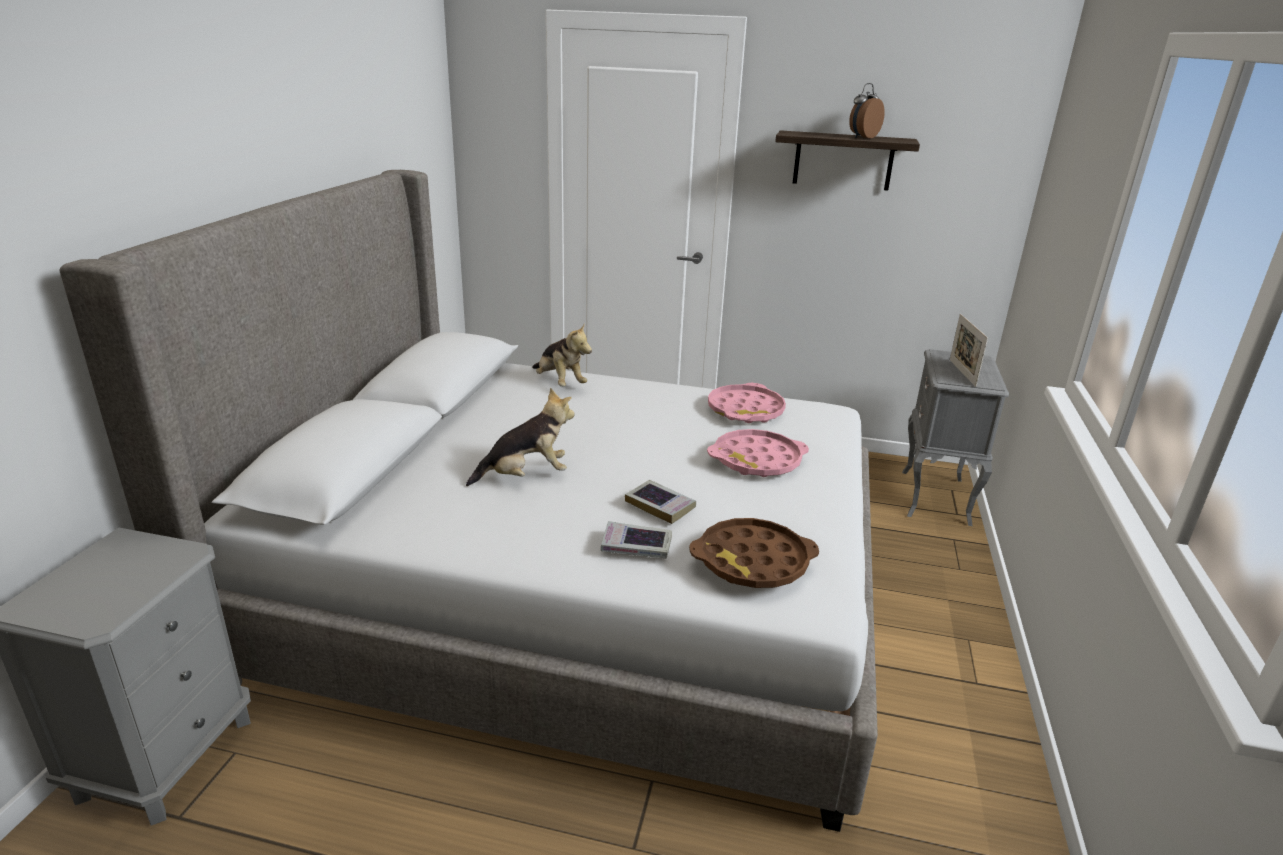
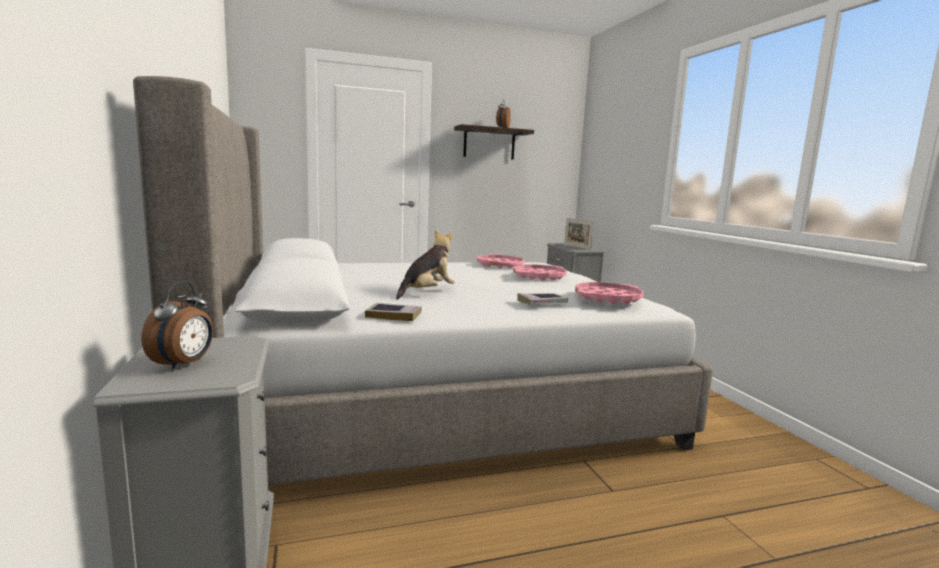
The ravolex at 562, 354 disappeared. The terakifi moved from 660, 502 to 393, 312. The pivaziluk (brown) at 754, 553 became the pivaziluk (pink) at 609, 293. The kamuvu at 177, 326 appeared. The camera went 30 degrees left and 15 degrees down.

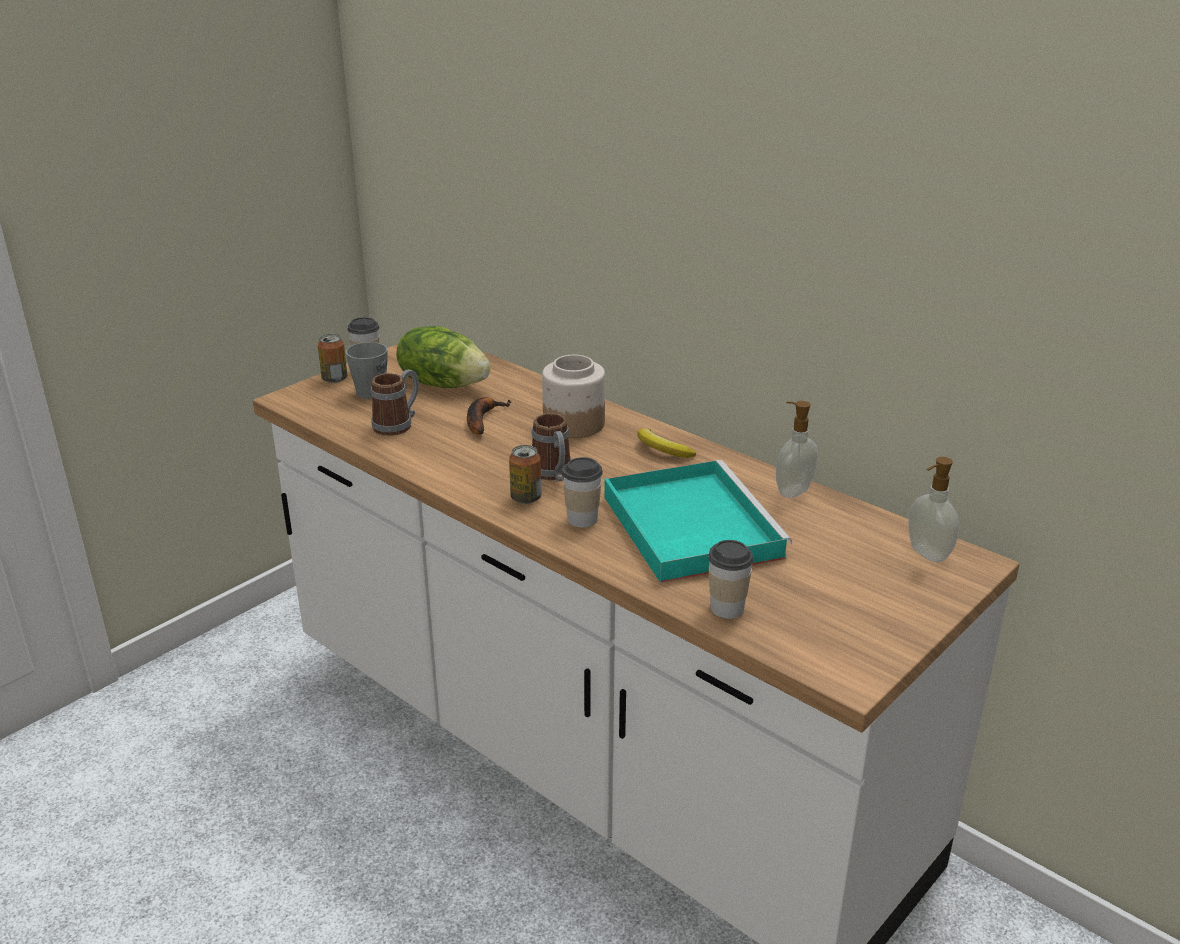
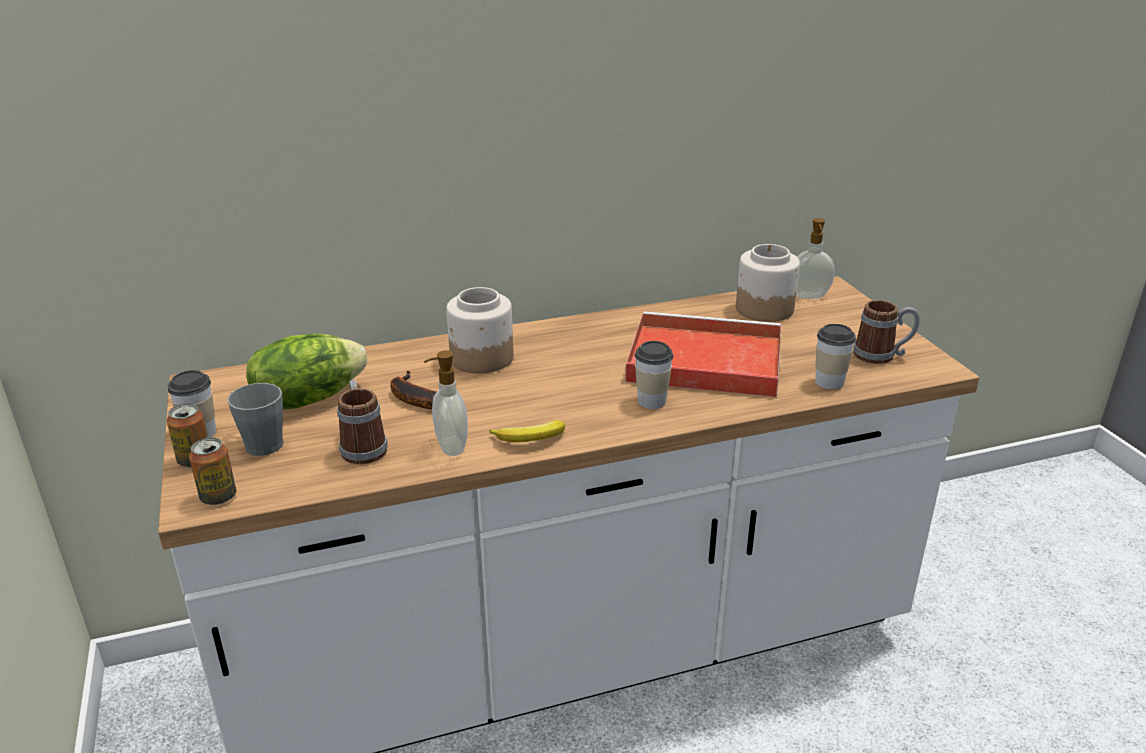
The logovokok moved from 525, 474 to 212, 471. The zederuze moved from 551, 447 to 886, 332. The pivaziluk (turquoise) at 698, 521 became the pivaziluk (red) at 703, 354. The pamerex moved from 666, 443 to 527, 431. The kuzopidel moved from 797, 449 to 446, 403. The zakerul at 768, 283 appeared. The camera went 60 degrees left and 0 degrees up.

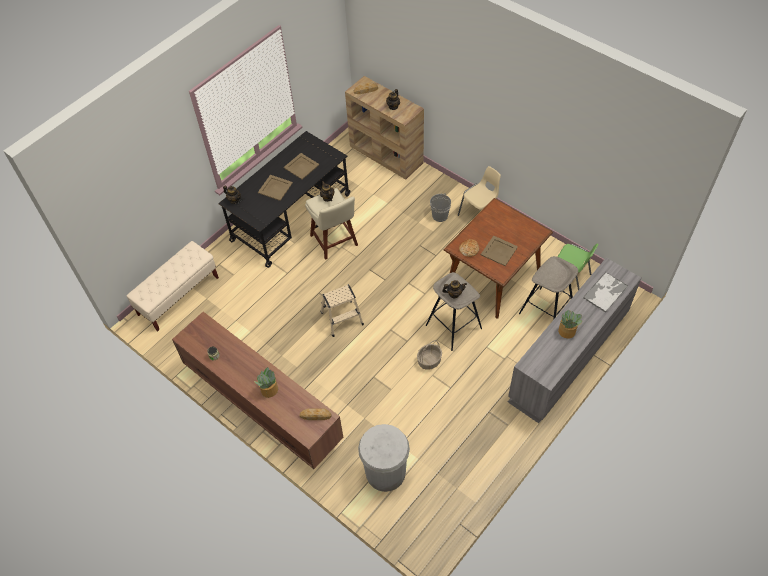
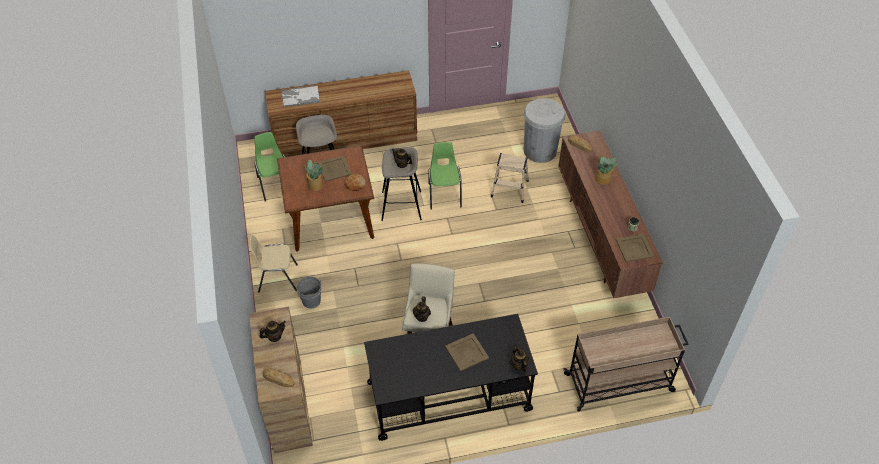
The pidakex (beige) at 173, 286 was replaced by the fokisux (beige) at 625, 364. The pivaziluk (beige) moved from 301, 166 to 635, 248. The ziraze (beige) moved from 342, 310 to 510, 178. The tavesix at 429, 355 was replaced by the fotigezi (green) at 445, 176. The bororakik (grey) at 574, 340 became the bororakik (brown) at 341, 113. The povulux moved from 570, 324 to 313, 175. The camera went 145 degrees left and 5 degrees down.

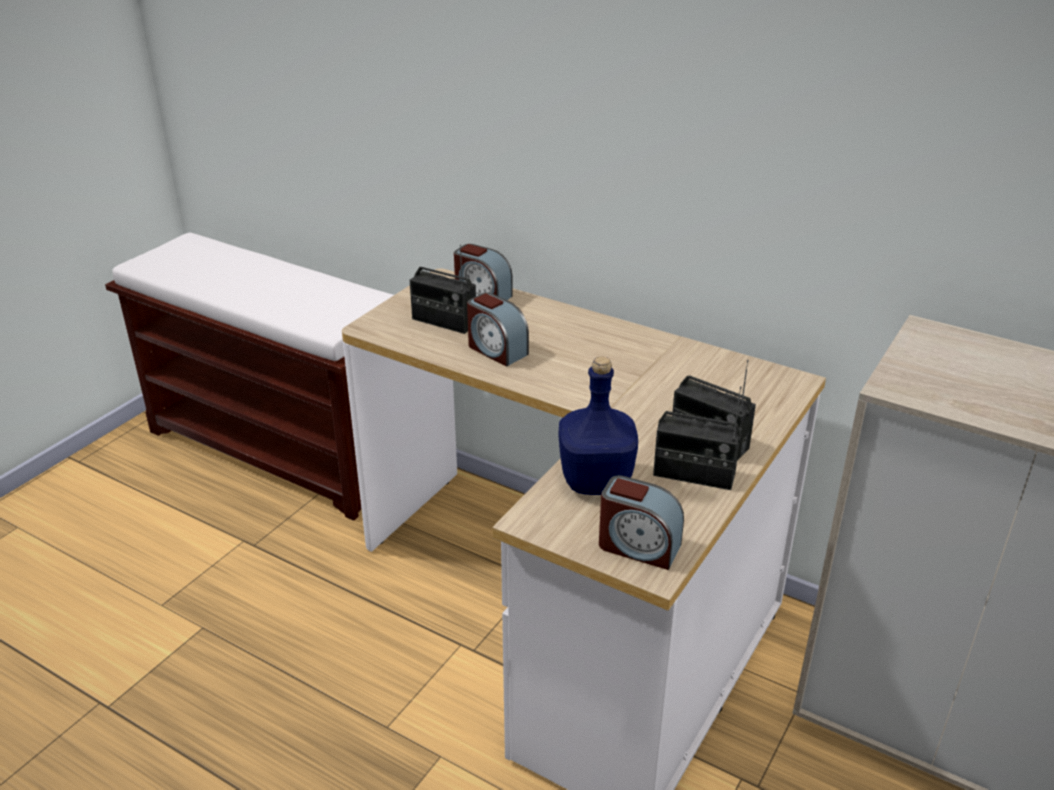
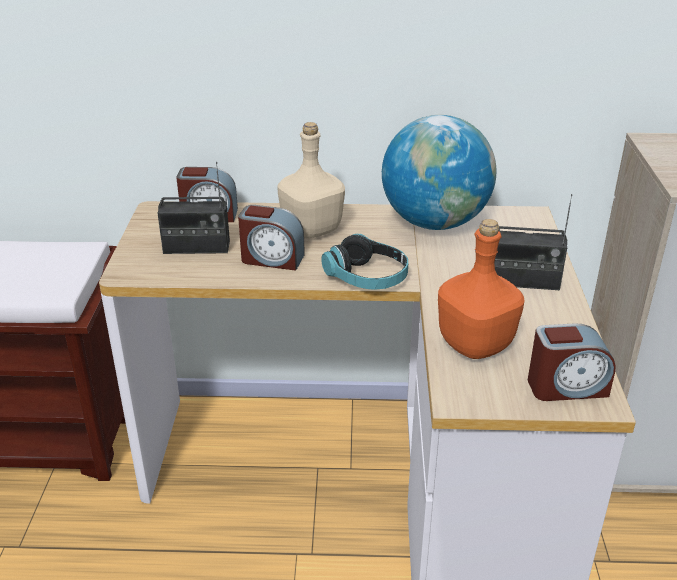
The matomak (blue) at 598, 425 became the matomak (orange) at 481, 289. The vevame at 697, 438 disappeared. The matomak (beige) at 311, 180 appeared. The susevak at 364, 262 appeared. The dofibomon at 439, 172 appeared. The camera went 30 degrees left and 0 degrees up.

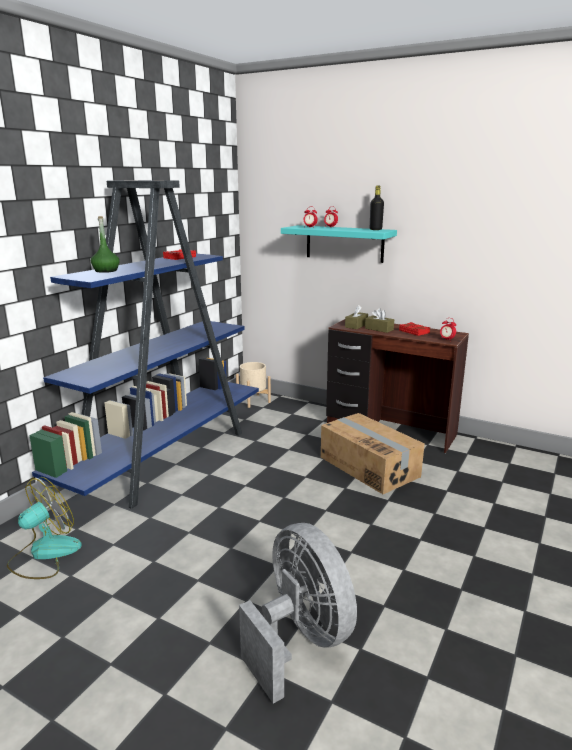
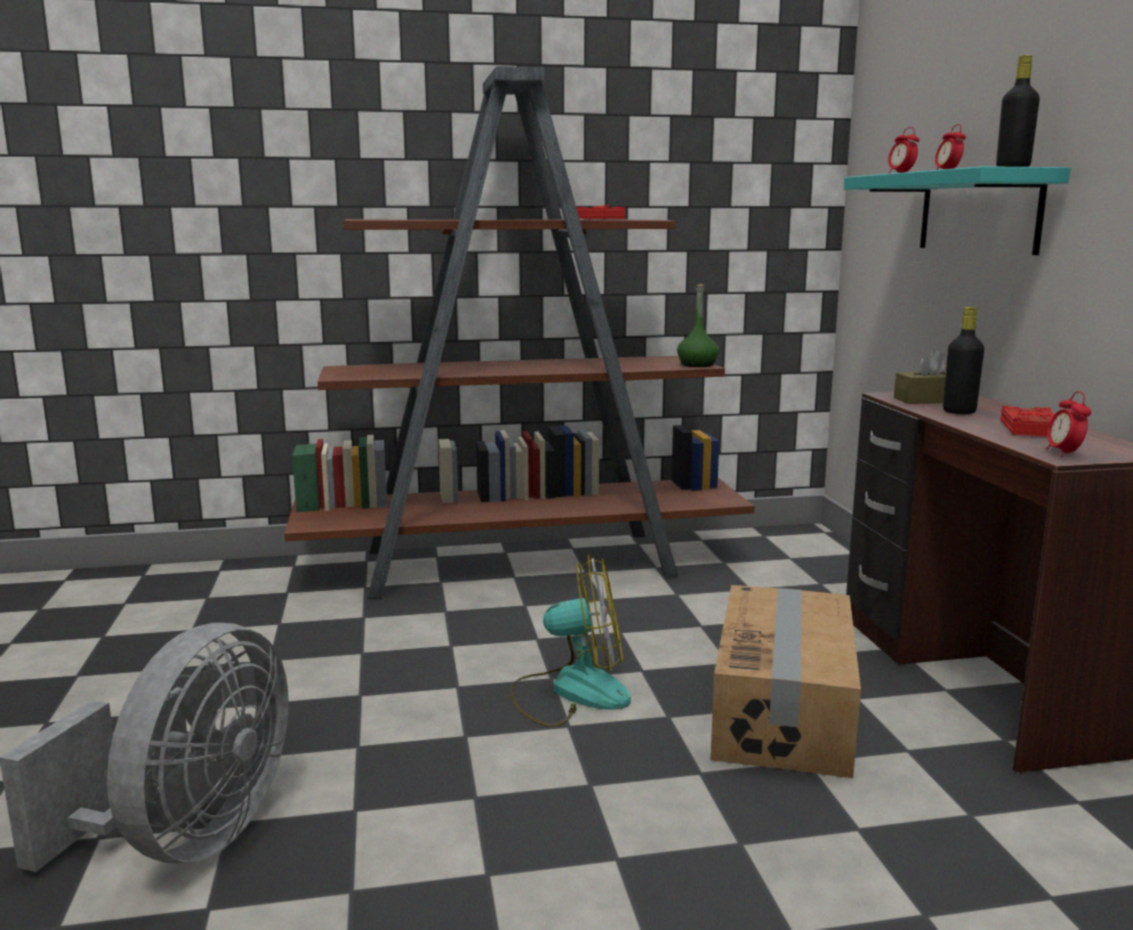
The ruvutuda moved from 44, 528 to 571, 640. The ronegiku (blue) at 144, 344 became the ronegiku (brown) at 520, 332. The matomak (green) moved from 105, 244 to 698, 325. The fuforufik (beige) at 253, 385 disappeared. The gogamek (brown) at 379, 320 was replaced by the matomak (black) at 963, 360. The camera went 50 degrees right and 5 degrees down.

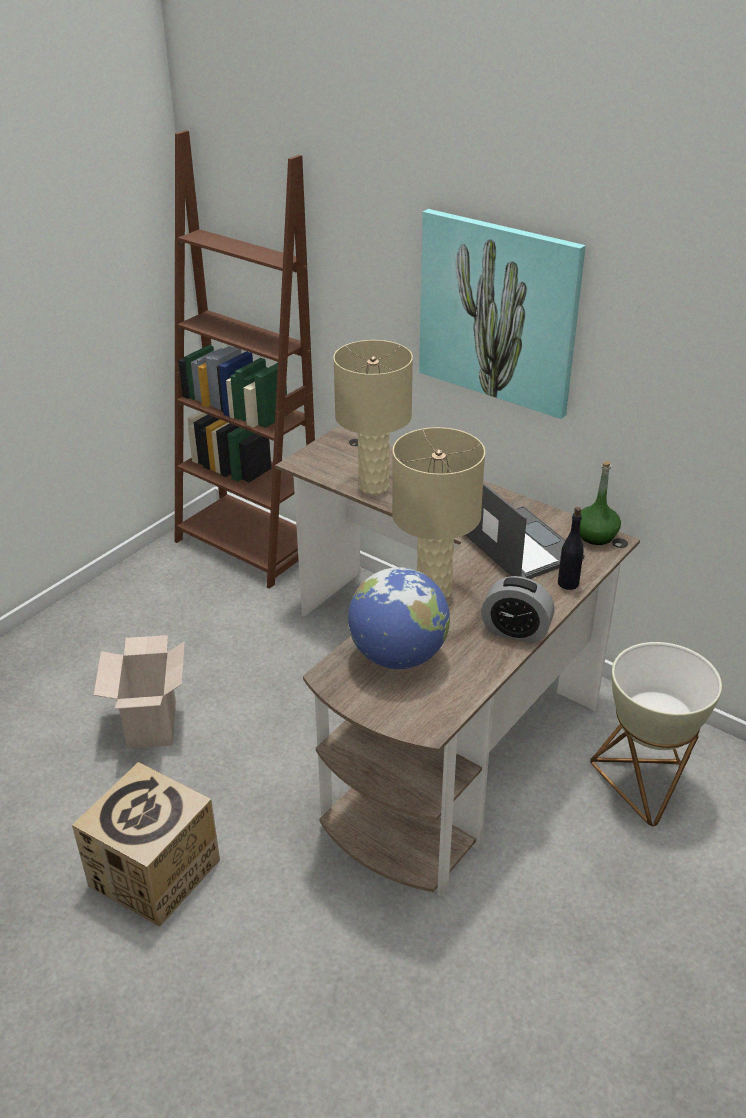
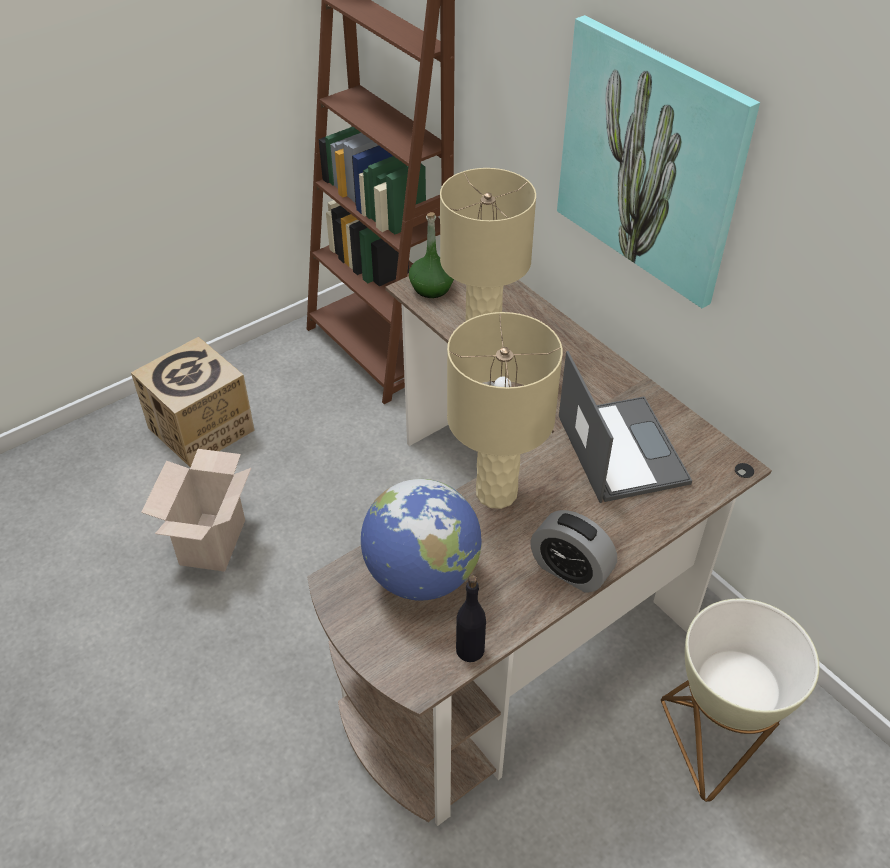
The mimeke moved from 146, 844 to 192, 402. The matomak (black) moved from 571, 548 to 471, 618. The matomak (green) moved from 600, 503 to 431, 255. The camera went 15 degrees right and 10 degrees up.

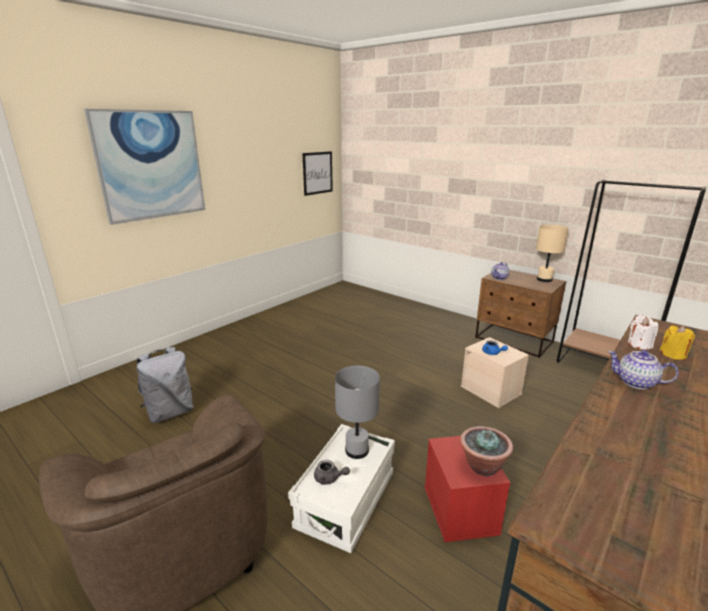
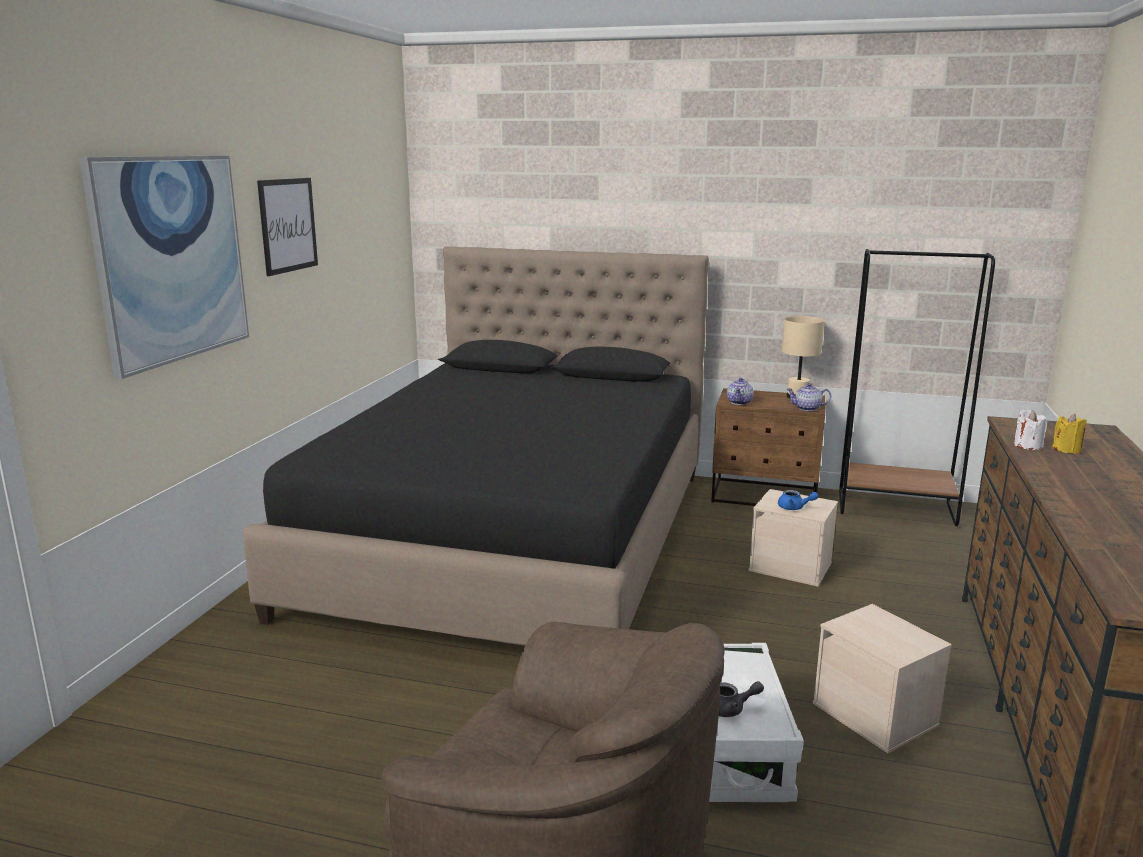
The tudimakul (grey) at 165, 385 disappeared. The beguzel moved from 317, 173 to 287, 227. The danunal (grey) at 357, 412 disappeared. The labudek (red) at 467, 489 became the labudek (beige) at 882, 678. The povulux at 486, 451 disappeared. The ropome moved from 643, 369 to 809, 397. The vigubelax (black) at 476, 446 appeared. The camera went 25 degrees left and 5 degrees down.

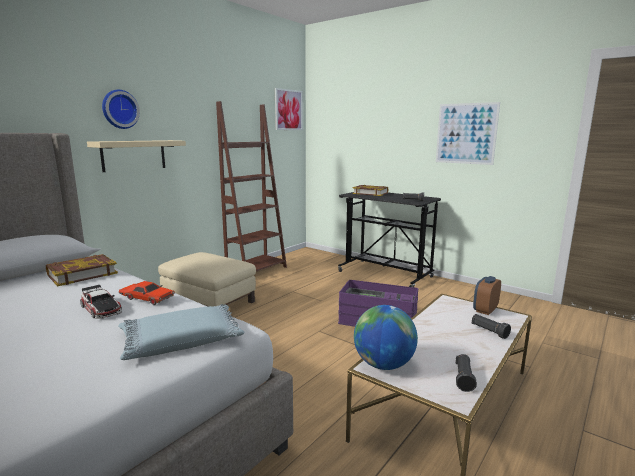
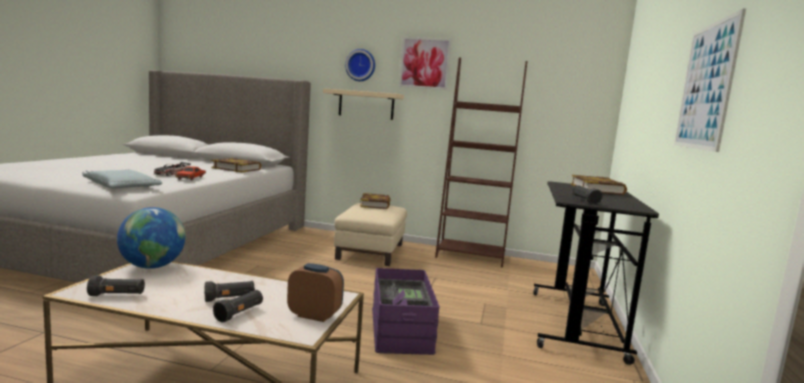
The beguzel moved from 289, 109 to 425, 63. The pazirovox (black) at 230, 291 appeared. The terakifi at 375, 201 appeared. The camera went 65 degrees right and 5 degrees down.

